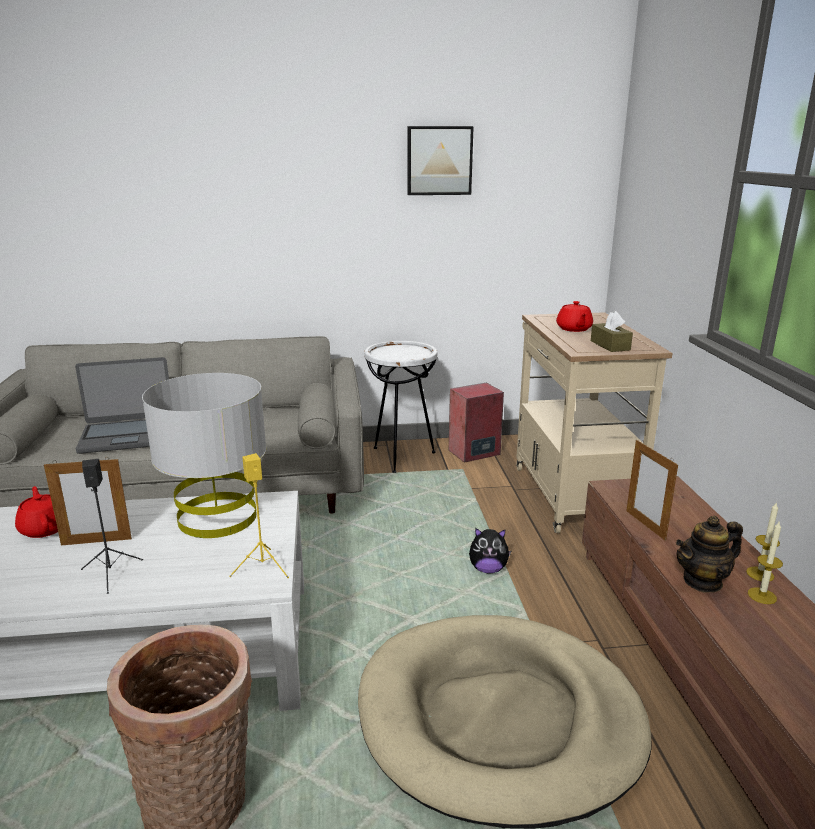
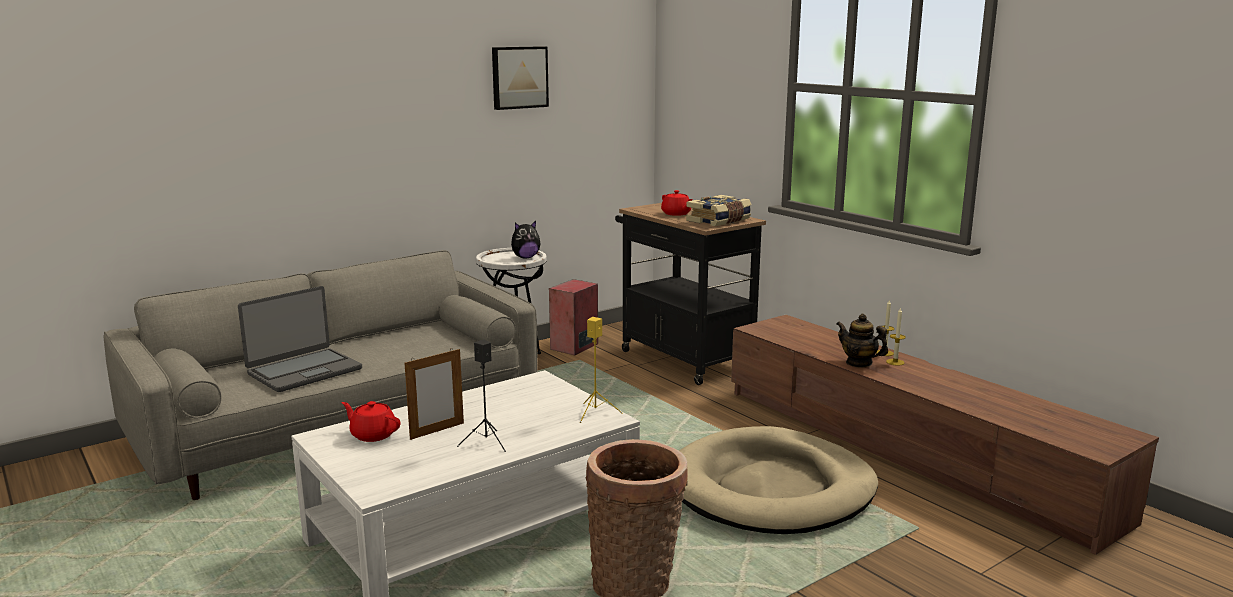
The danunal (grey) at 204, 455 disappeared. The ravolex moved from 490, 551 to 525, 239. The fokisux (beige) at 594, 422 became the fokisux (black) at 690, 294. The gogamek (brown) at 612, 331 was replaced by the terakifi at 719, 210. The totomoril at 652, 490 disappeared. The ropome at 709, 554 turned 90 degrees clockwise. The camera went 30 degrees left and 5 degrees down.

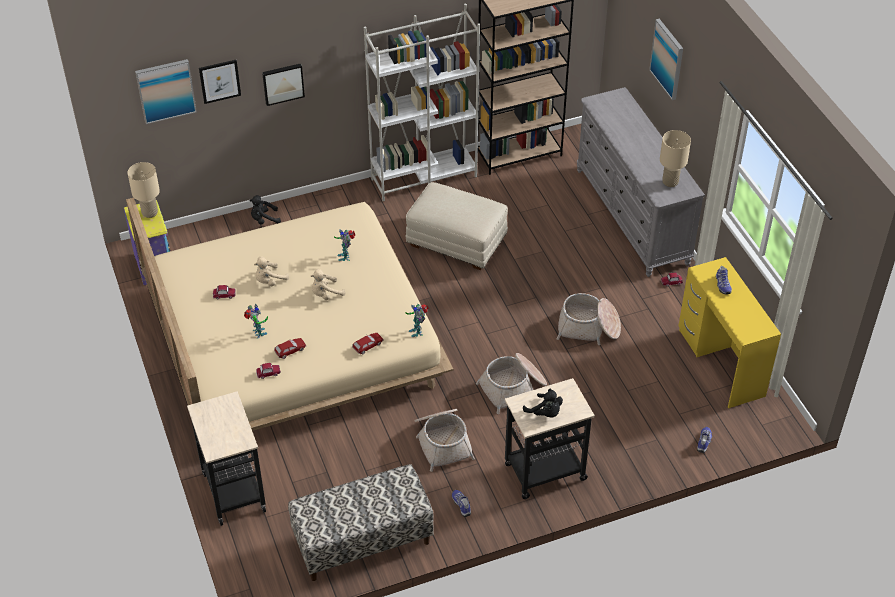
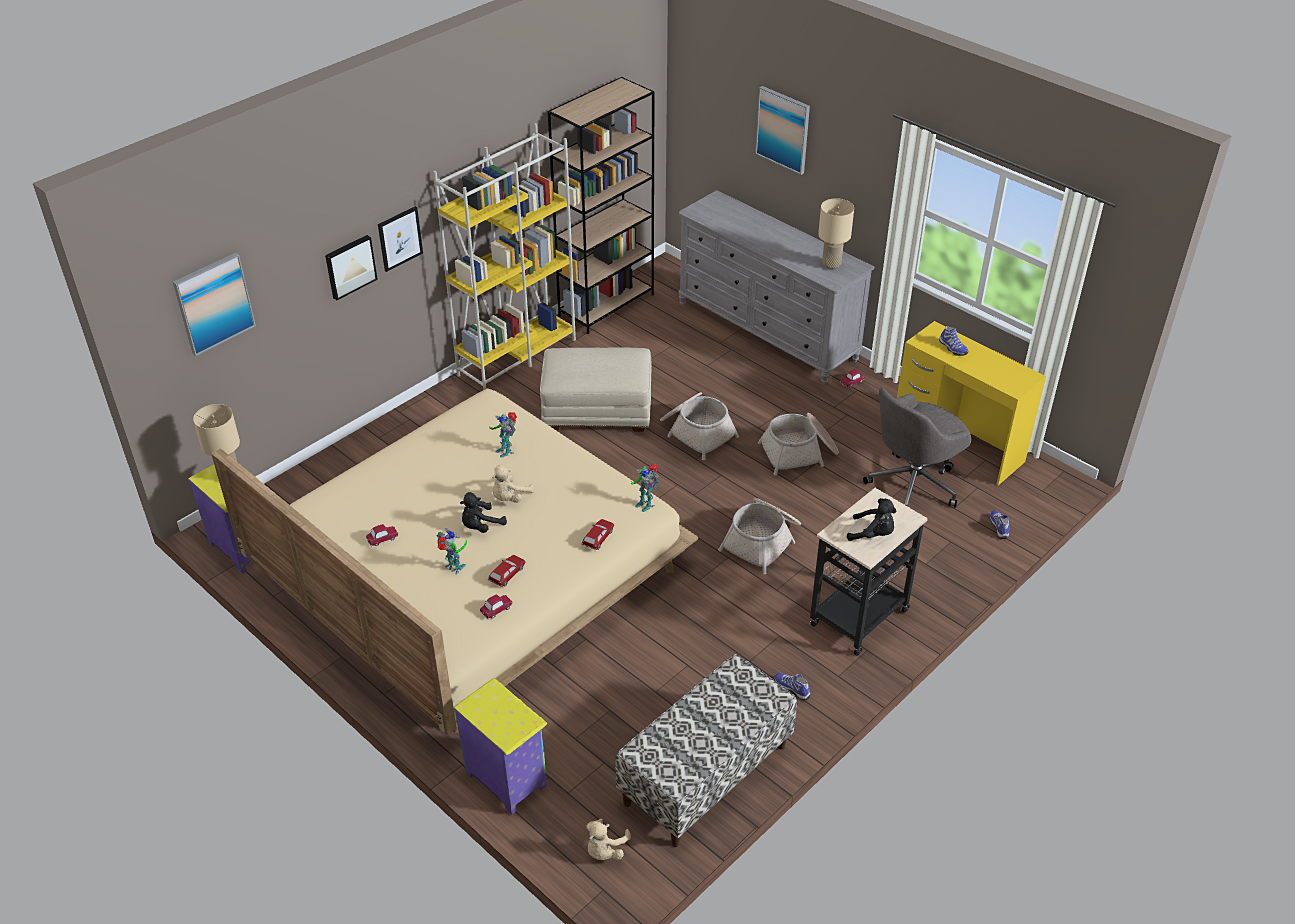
The fokisux at 226, 458 was replaced by the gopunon at 500, 746. The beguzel moved from 220, 82 to 400, 239. The ravolex (black) moved from 265, 210 to 483, 512. The ravolex (beige) moved from 271, 271 to 608, 839. The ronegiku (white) at 422, 103 became the ronegiku (yellow) at 504, 256. The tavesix moved from 444, 440 to 699, 426. The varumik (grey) at 917, 447 appeared. The camera went 25 degrees left and 5 degrees down.

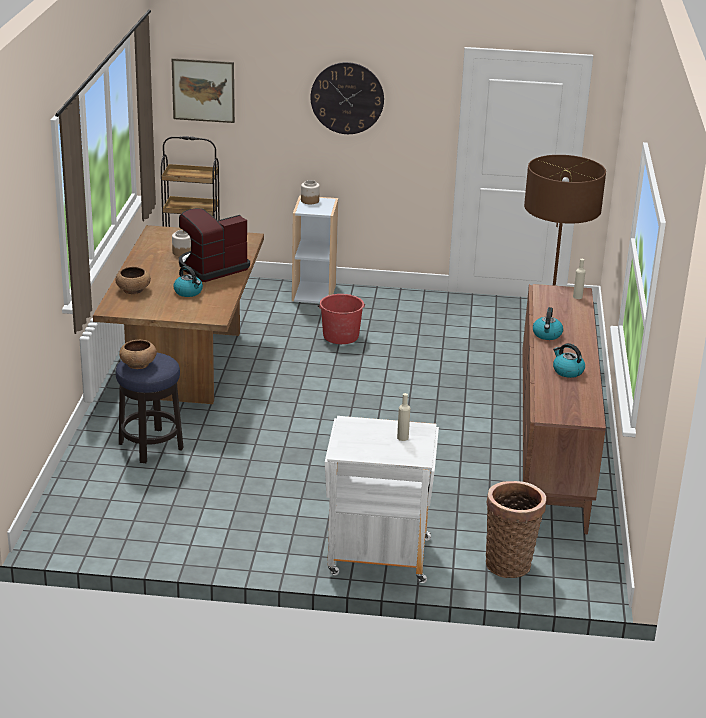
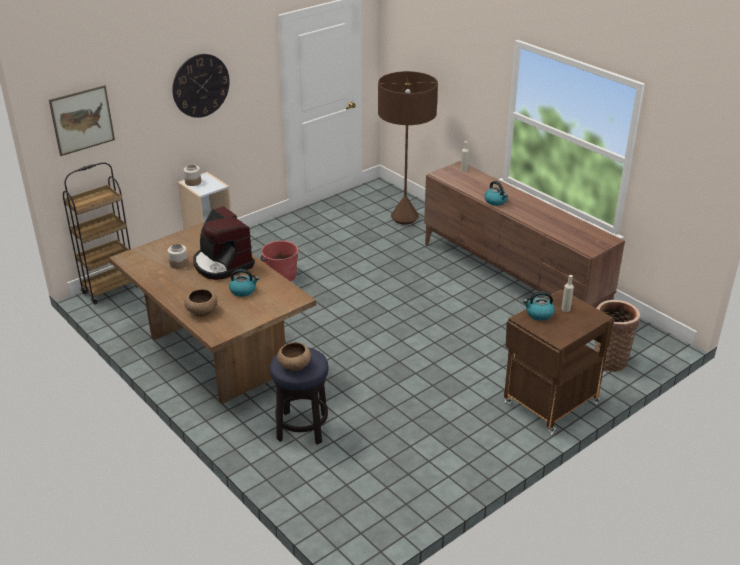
The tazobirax at 214, 245 turned 45 degrees counterclockwise. The fokisux (white) at 382, 499 became the fokisux (brown) at 559, 361. The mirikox moved from 569, 360 to 539, 306. The camera went 45 degrees left and 5 degrees up.

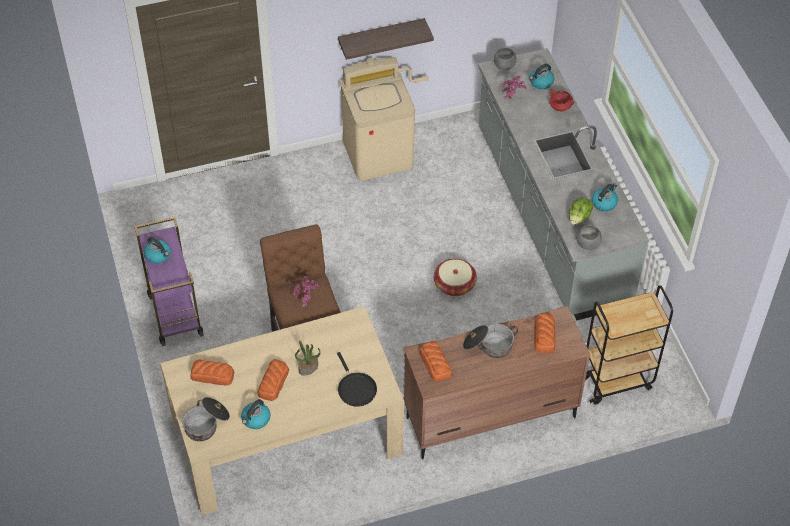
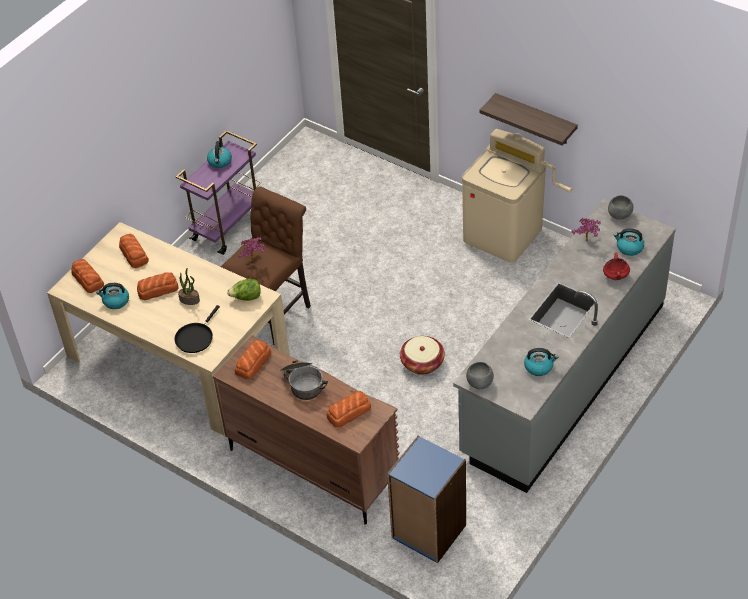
The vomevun at 206, 419 was replaced by the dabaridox at 87, 276. The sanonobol moved from 581, 211 to 244, 289. The fokisux (brown) at 629, 345 was replaced by the ronegiku (blue) at 426, 499. The camera went 55 degrees right and 5 degrees down.

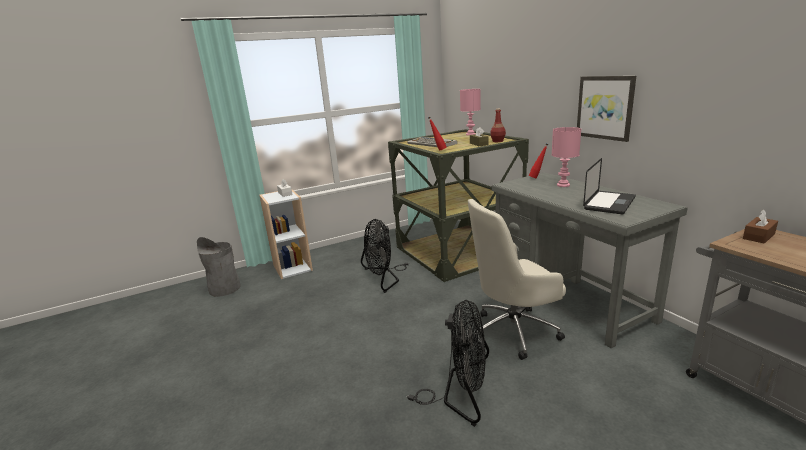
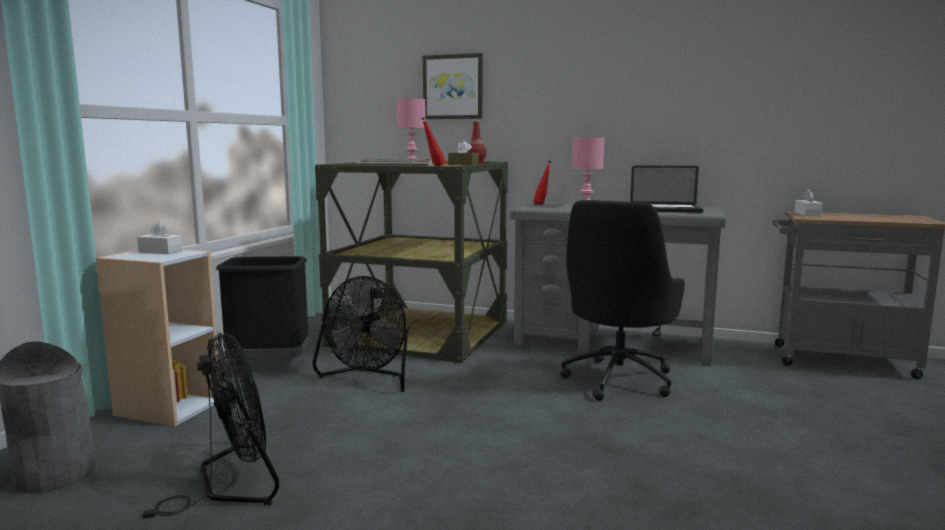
The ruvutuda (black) moved from 447, 363 to 209, 425. The varumik (beige) at 517, 279 became the varumik (black) at 623, 300. The beguzel moved from 606, 109 to 453, 86. The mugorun at 609, 186 turned 105 degrees clockwise. The gogamek (brown) at 760, 226 became the gogamek (white) at 808, 202. The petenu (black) at 262, 307 appeared. The camera went 45 degrees left and 10 degrees down.

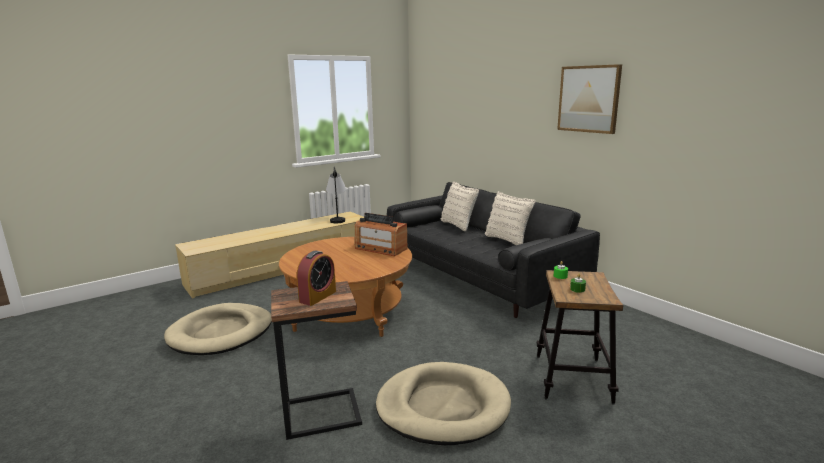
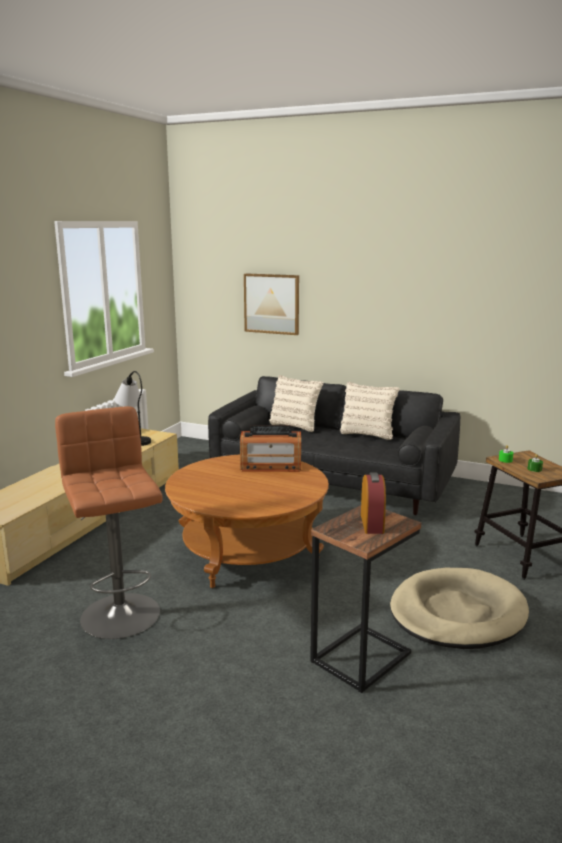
The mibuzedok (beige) at 218, 329 was replaced by the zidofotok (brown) at 109, 522. The beguzel moved from 589, 99 to 271, 304. The camera went 30 degrees left and 0 degrees up.

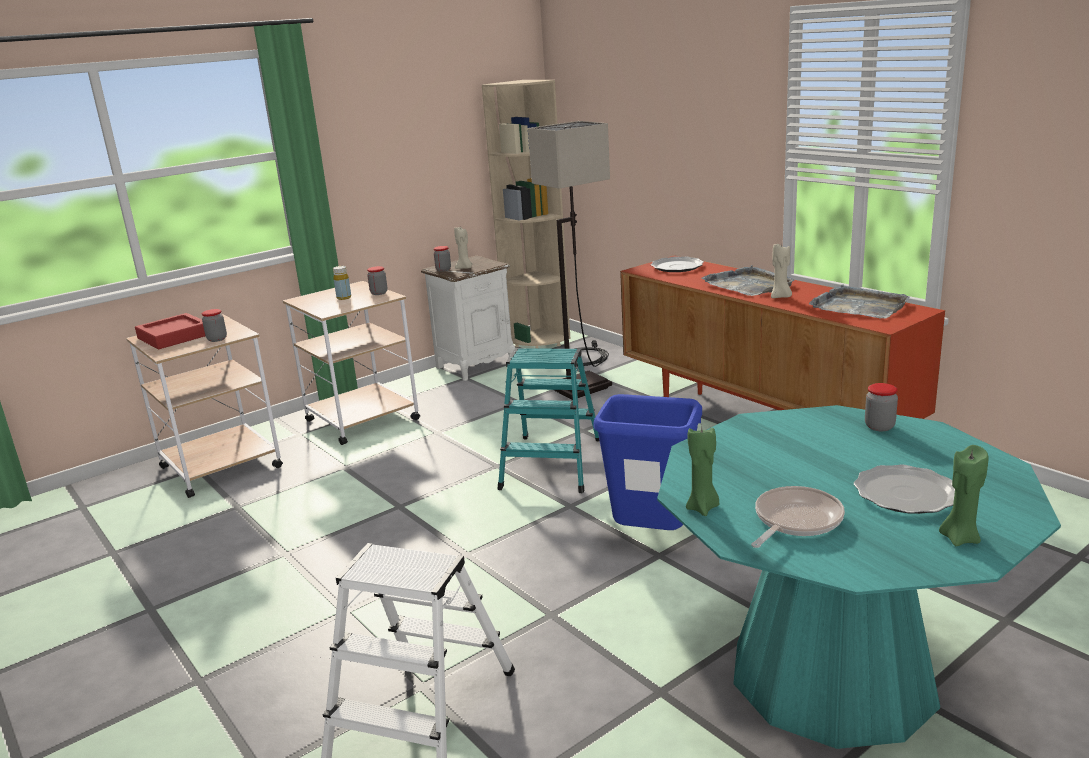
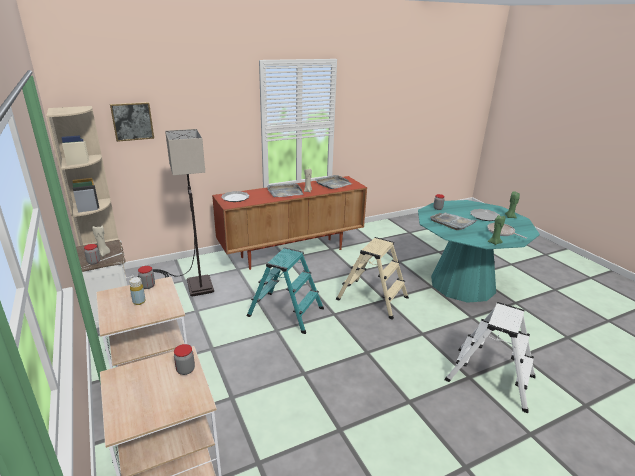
The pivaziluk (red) at 170, 331 disappeared. The petenu (blue) at 647, 462 was replaced by the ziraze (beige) at 372, 278. The beguzel at 132, 122 appeared. The pivaziluk (grey) at 453, 221 appeared. The camera went 80 degrees left and 5 degrees up.

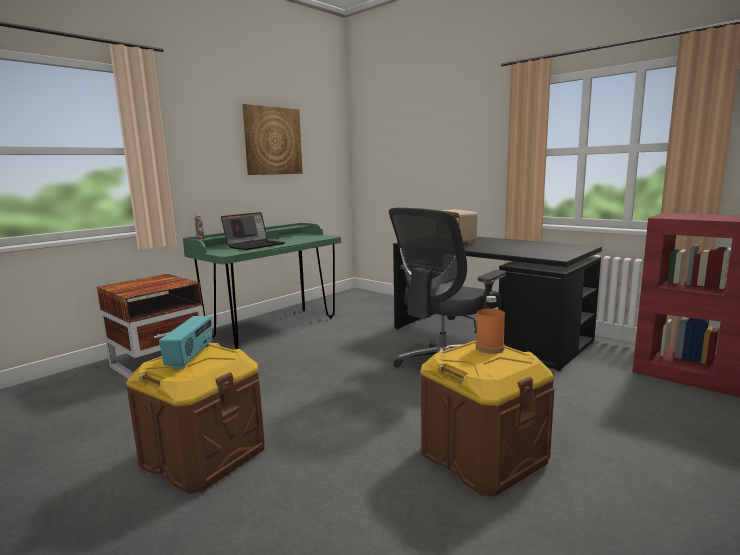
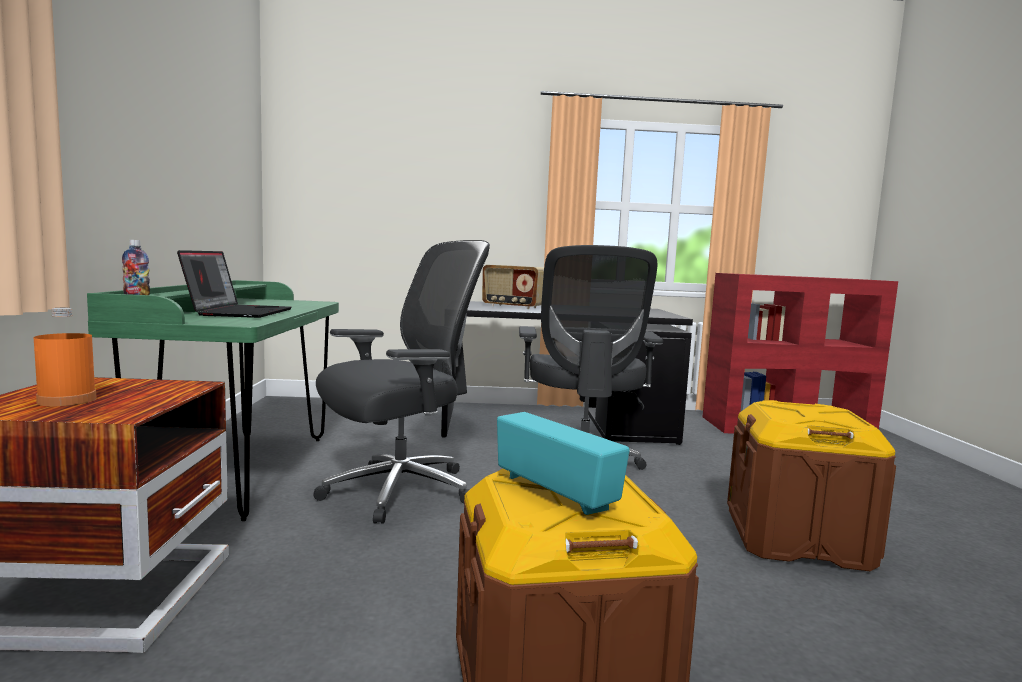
The beguzel at 272, 139 disappeared. The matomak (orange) moved from 490, 325 to 65, 357. The varumik at 401, 382 appeared. The camera went 45 degrees left and 5 degrees down.

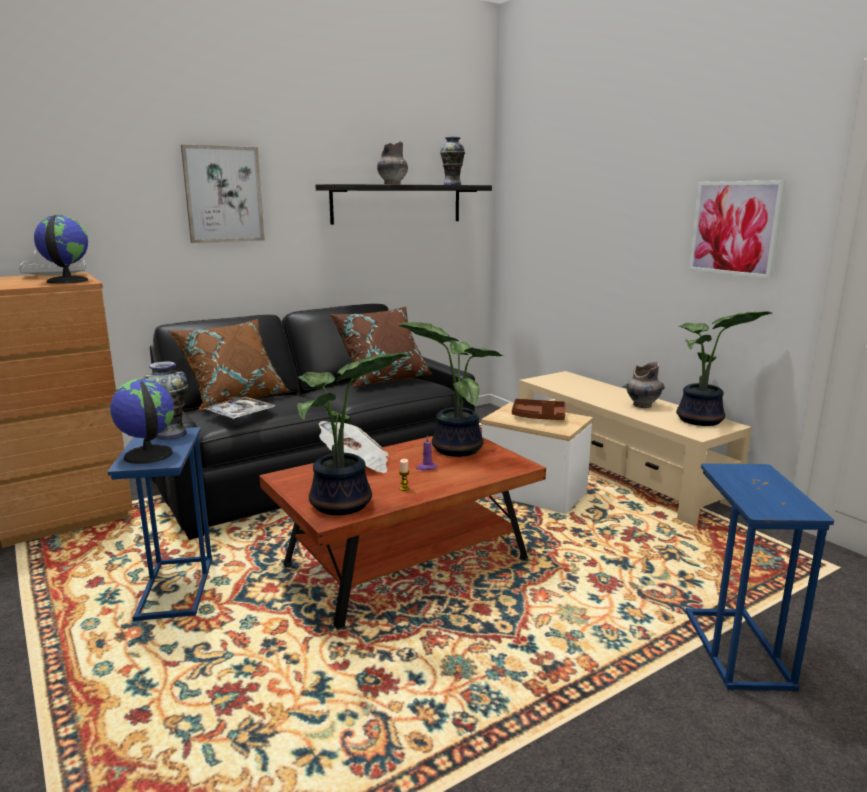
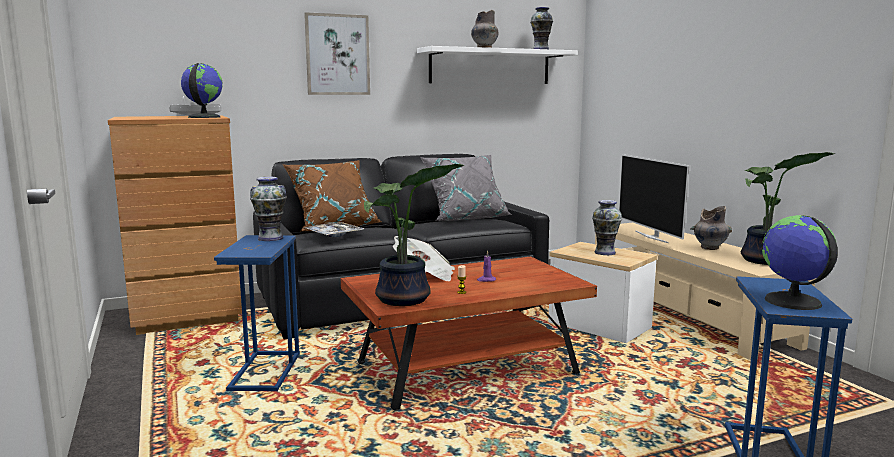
The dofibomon moved from 142, 421 to 800, 262. The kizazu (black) at 404, 204 became the kizazu (white) at 497, 65. The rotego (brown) at 381, 347 became the rotego (grey) at 466, 188. The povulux at 450, 389 disappeared. The pivaziluk (brown) at 539, 409 was replaced by the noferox at 607, 227. The beguzel at 737, 229 disappeared. The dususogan at 654, 198 appeared. The camera went 10 degrees right and 5 degrees down.

